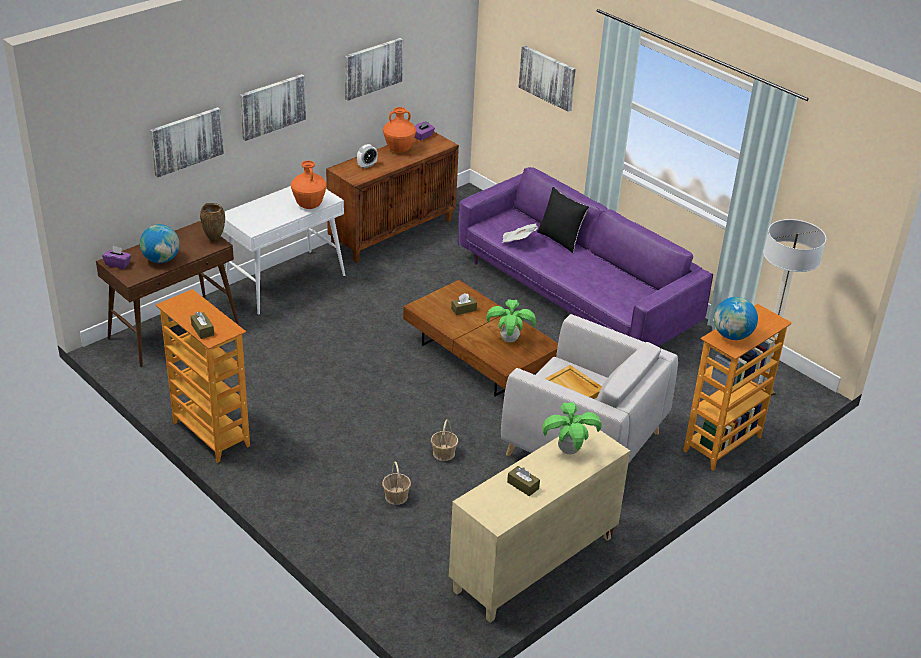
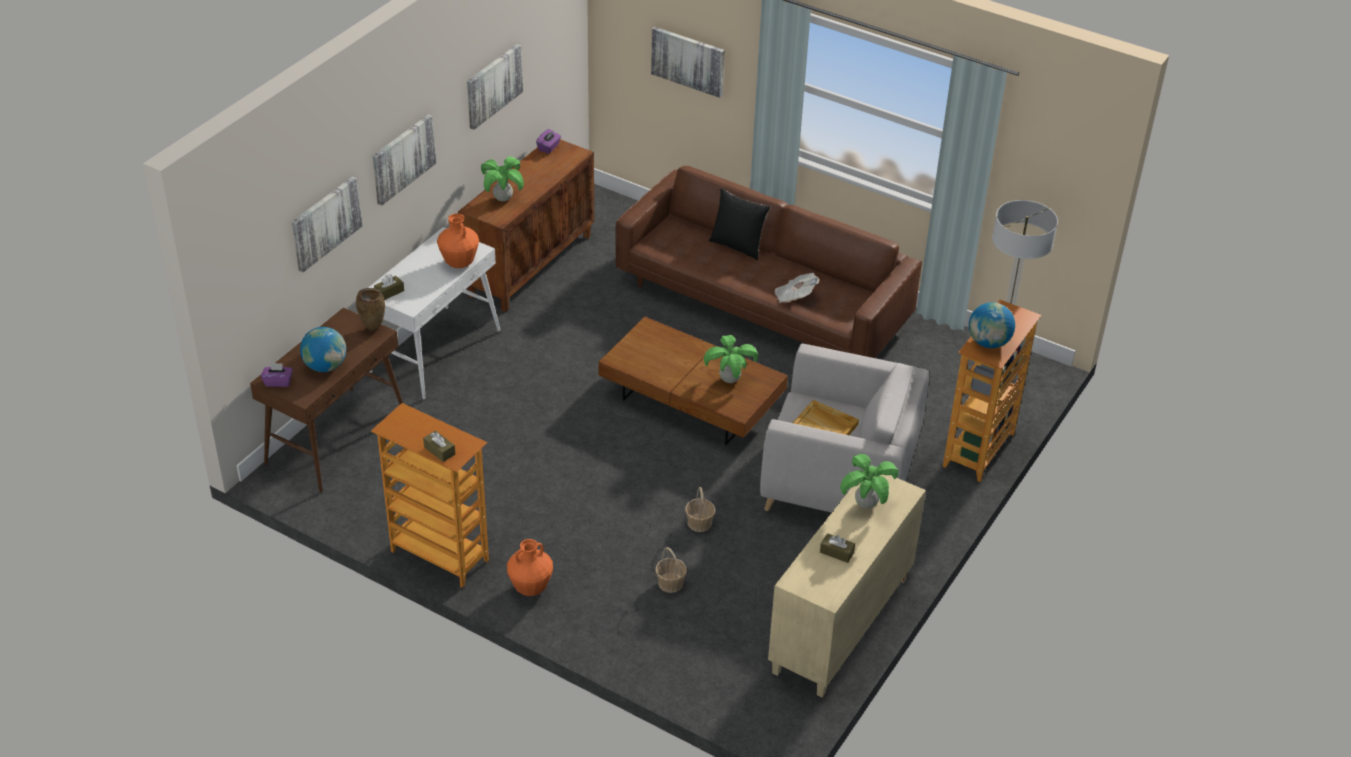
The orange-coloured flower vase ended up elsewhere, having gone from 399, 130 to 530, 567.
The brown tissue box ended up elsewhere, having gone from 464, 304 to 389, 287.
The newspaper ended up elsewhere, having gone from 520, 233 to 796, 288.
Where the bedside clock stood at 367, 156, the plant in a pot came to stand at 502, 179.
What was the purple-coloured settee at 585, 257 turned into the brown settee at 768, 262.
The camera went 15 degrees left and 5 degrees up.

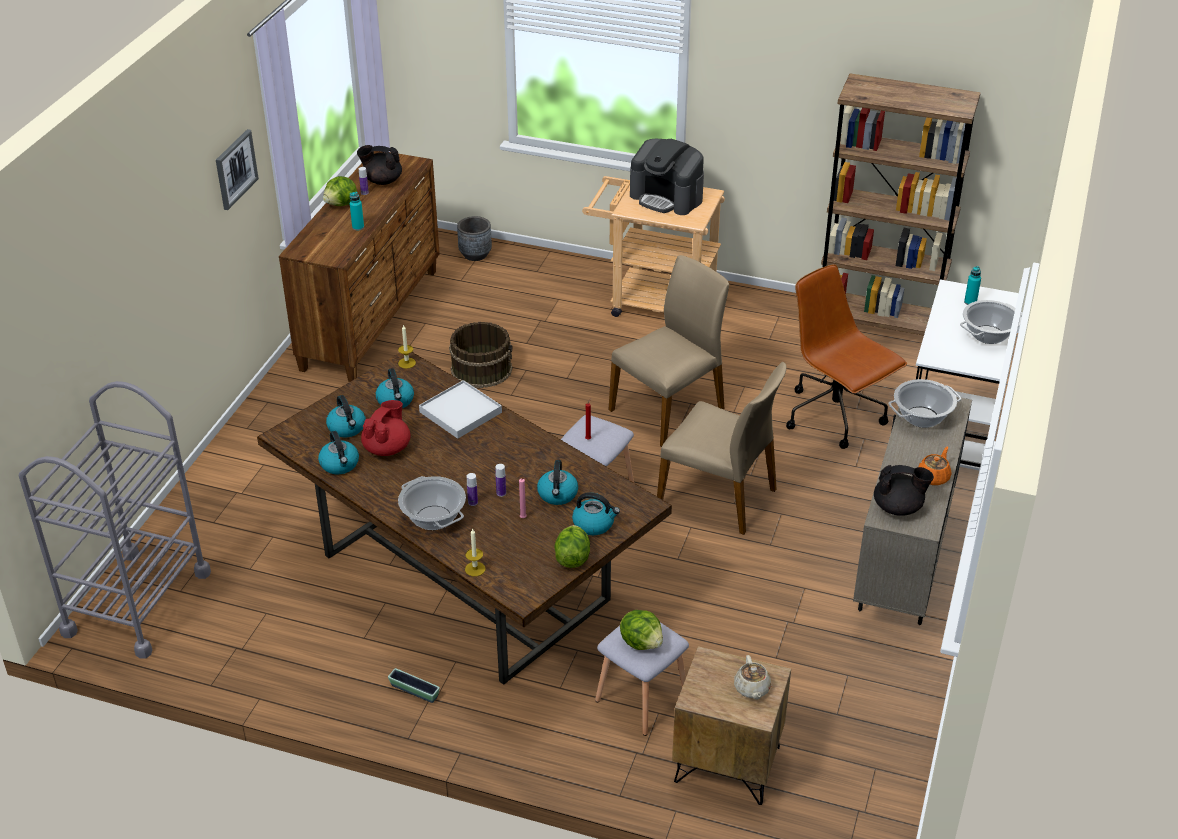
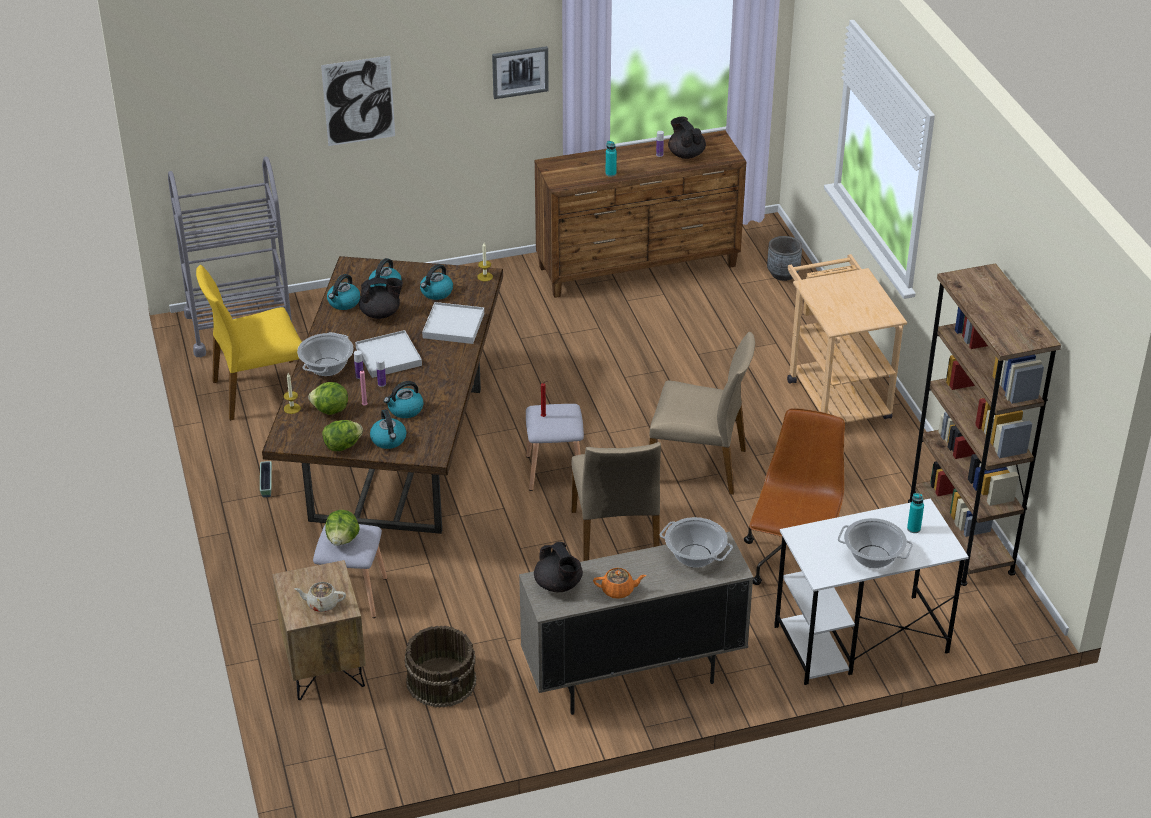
The second view lost the coffee machine at 667, 177.
The second view gained the yellow plain chair at 249, 343.
The second view gained the wall art at 358, 101.
The second view gained the white carrying tray at 388, 354.
The head of lettuce ended up elsewhere, having gone from 340, 191 to 328, 398.
The brown pail ended up elsewhere, having gone from 481, 355 to 440, 667.
What was the red teapot at 385, 428 turned into the black teapot at 381, 298.
The beige-coloured teapot at 752, 677 ended up facing another way, 45 degrees clockwise from before.
The camera went 55 degrees right and 0 degrees up.

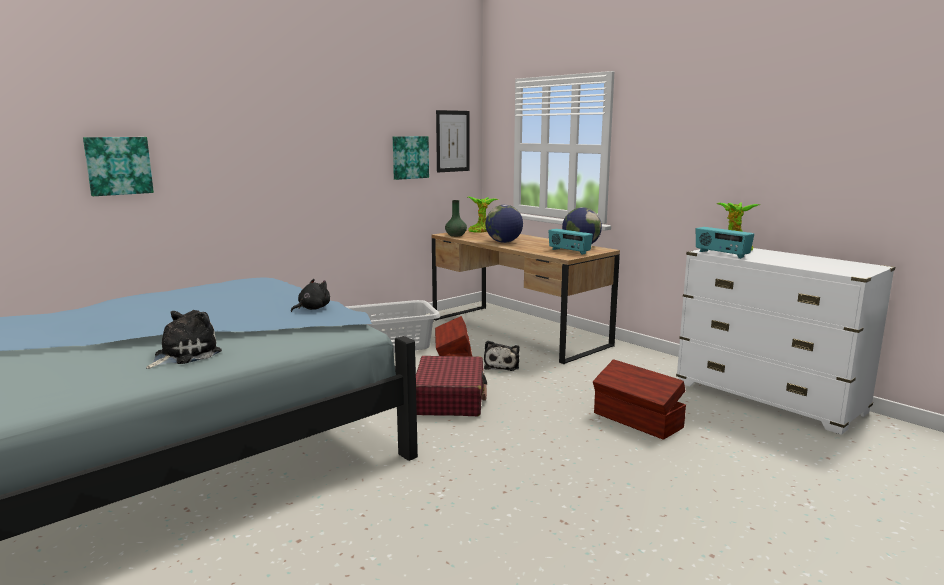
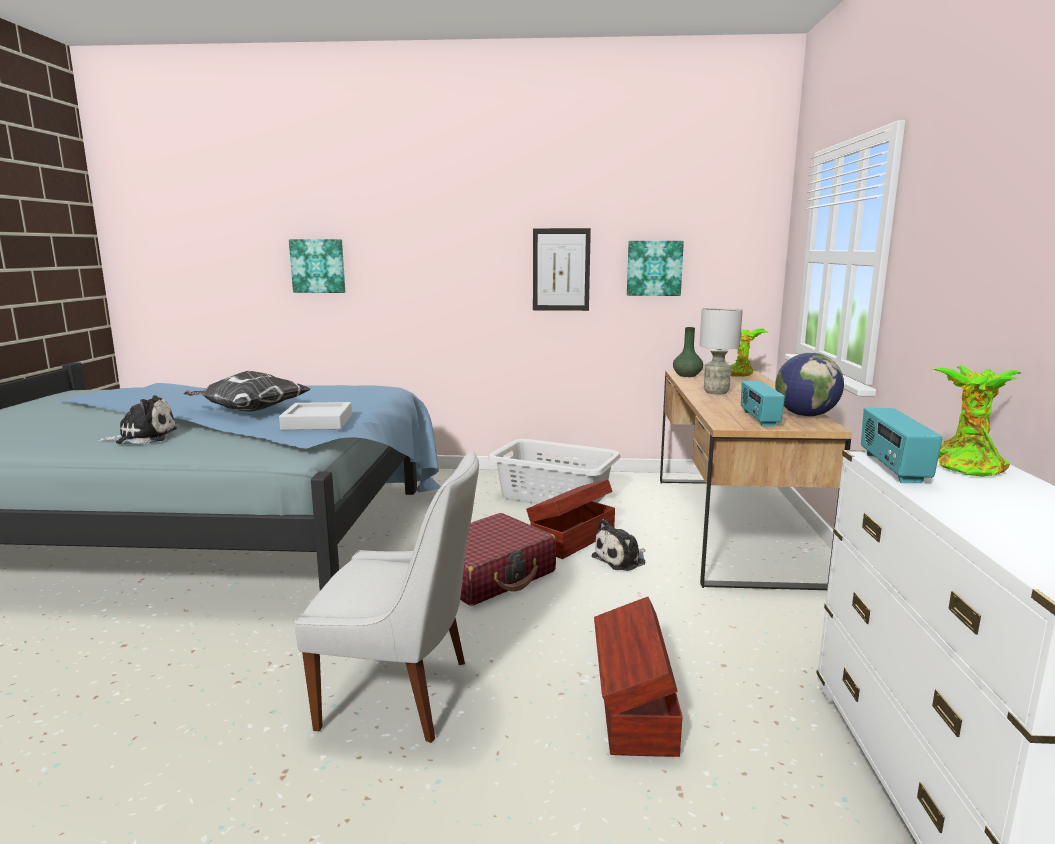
The second view gained the throw pillow at 247, 391.
The second view gained the white plain chair at 386, 597.
The wall art ended up elsewhere, having gone from 452, 141 to 562, 269.
Where the black soft toy stood at 310, 295, the grey carrying tray came to stand at 315, 416.
Where the world globe stood at 504, 224, the grey lamp for a table came to stand at 721, 351.
The camera went 45 degrees right and 0 degrees up.

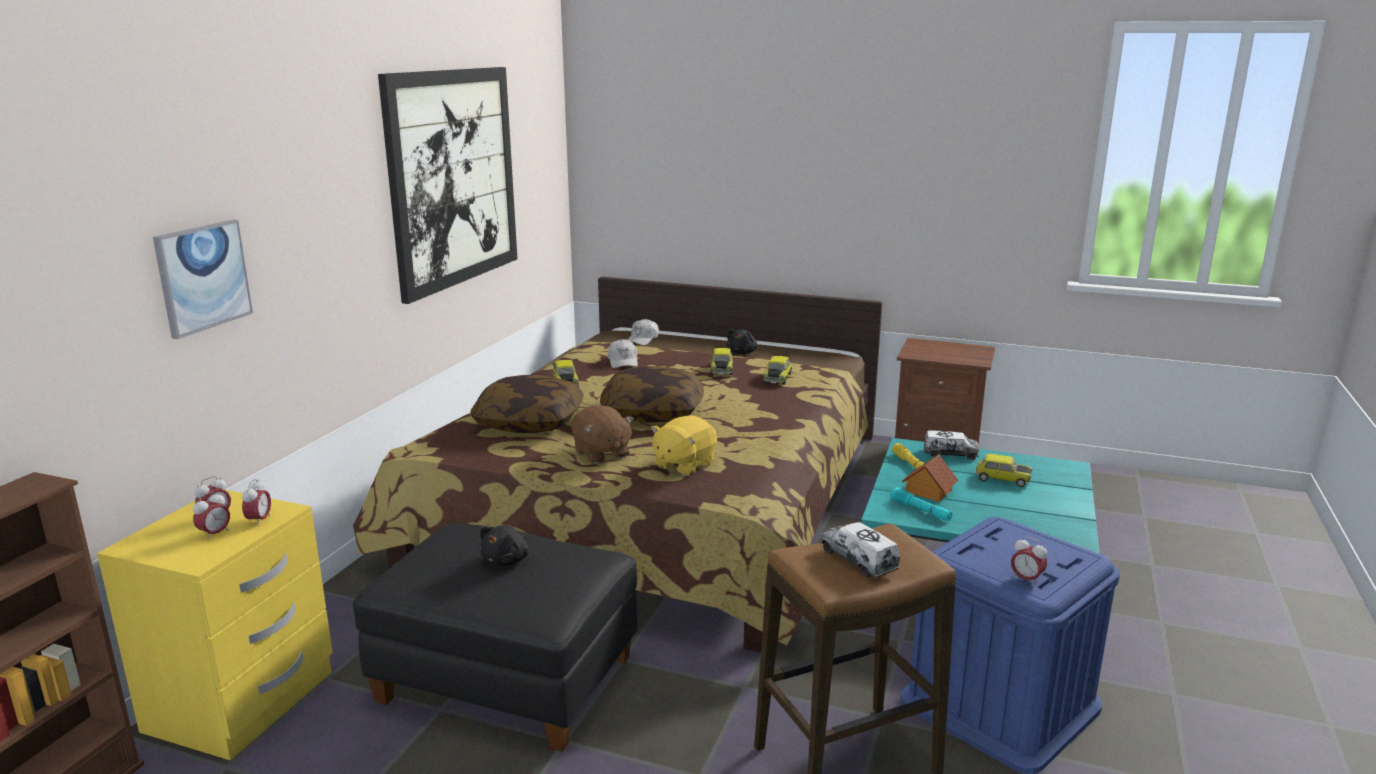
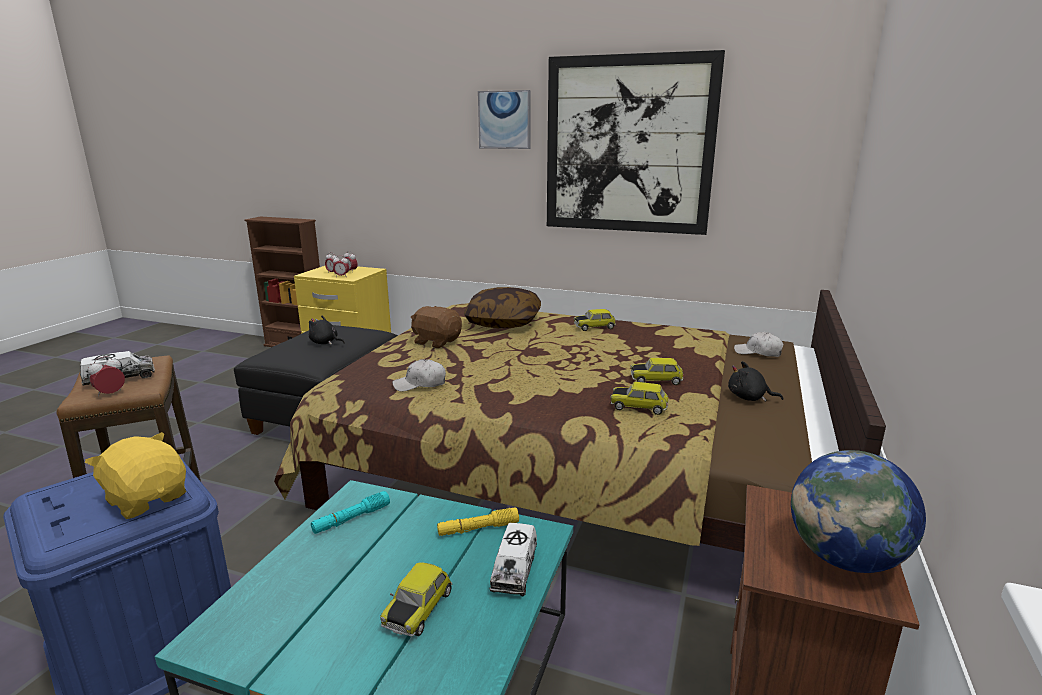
The second view lost the throw pillow at 652, 394.
The second view lost the miniature house at 930, 478.
The second view gained the world globe at 858, 511.
The wall art ended up elsewhere, having gone from 203, 279 to 504, 119.
The white baseball cap ended up elsewhere, having gone from 623, 353 to 419, 375.
The yellow soft toy ended up elsewhere, having gone from 684, 445 to 135, 475.
The bedside clock ended up elsewhere, having gone from 1029, 561 to 106, 376.
The brown soft toy at 602, 434 ended up facing another way, 60 degrees clockwise from before.
The camera went 90 degrees right and 0 degrees up.

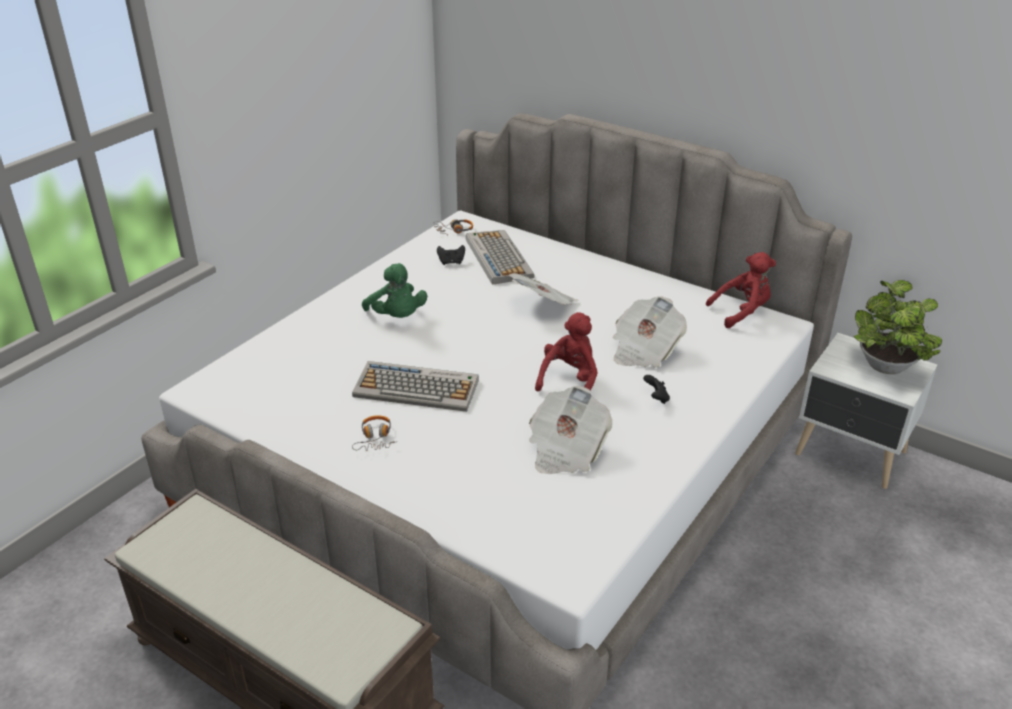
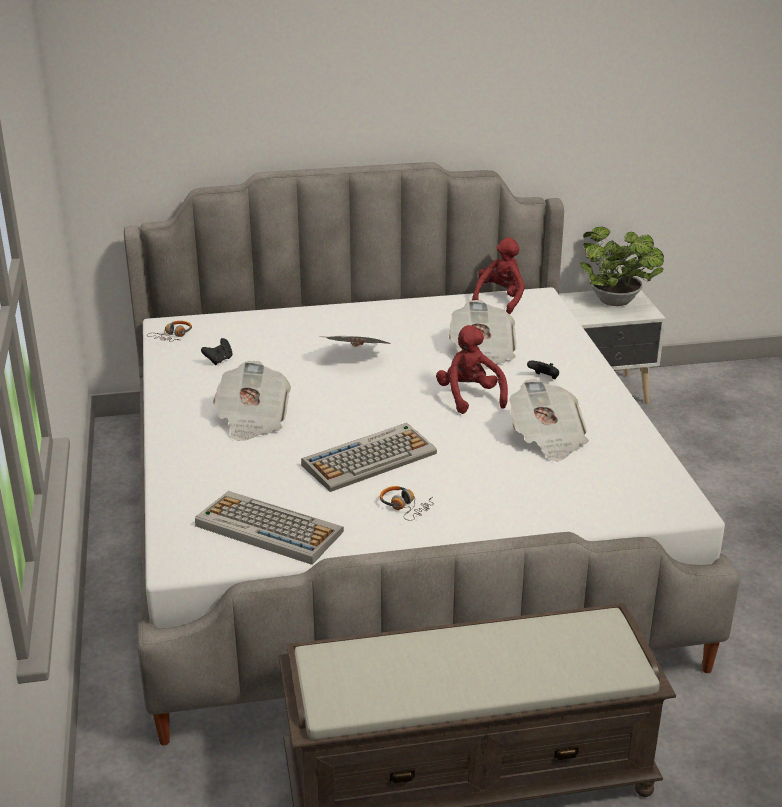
The PC keyboard ended up elsewhere, having gone from 500, 257 to 269, 528.
Where the green soft toy stood at 394, 290, the newspaper came to stand at 252, 401.
The camera went 45 degrees left and 5 degrees down.

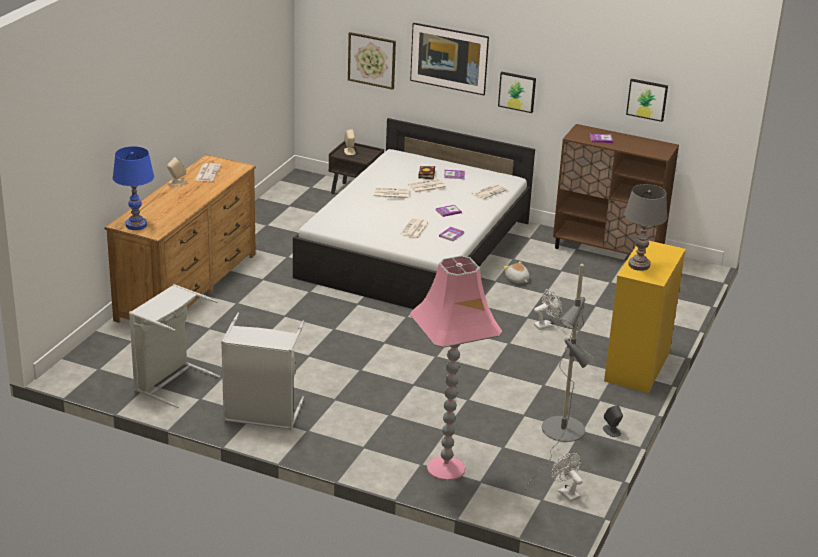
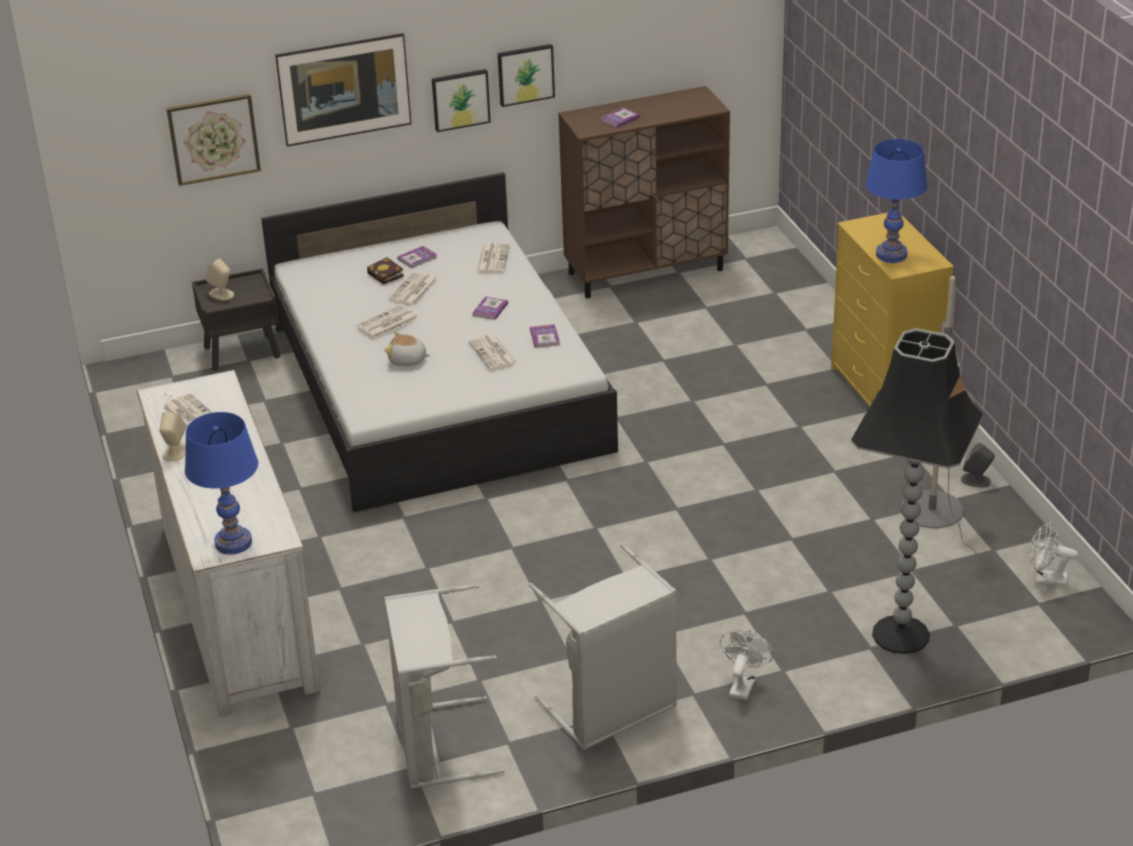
The soft toy ended up elsewhere, having gone from 516, 272 to 407, 348.
The white cooling fan ended up elsewhere, having gone from 548, 309 to 746, 664.
The wall art ended up elsewhere, having gone from 647, 100 to 526, 75.
What was the brown chest of drawers at 180, 238 turned into the white chest of drawers at 228, 543.
What was the pink-coloured standing lamp at 456, 368 turned into the black standing lamp at 917, 491.
What was the grey lamp for a table at 645, 227 turned into the blue lamp for a table at 896, 201.
The camera went 40 degrees left and 5 degrees up.

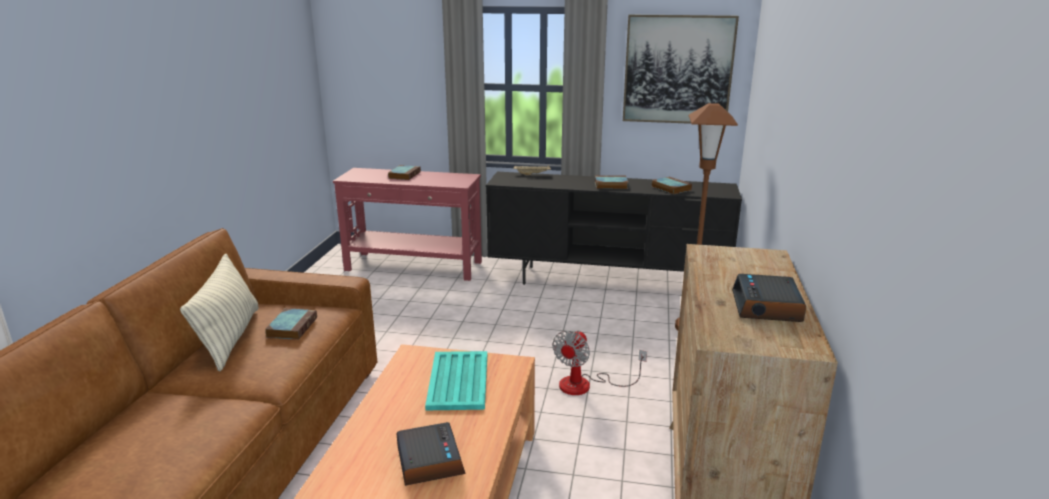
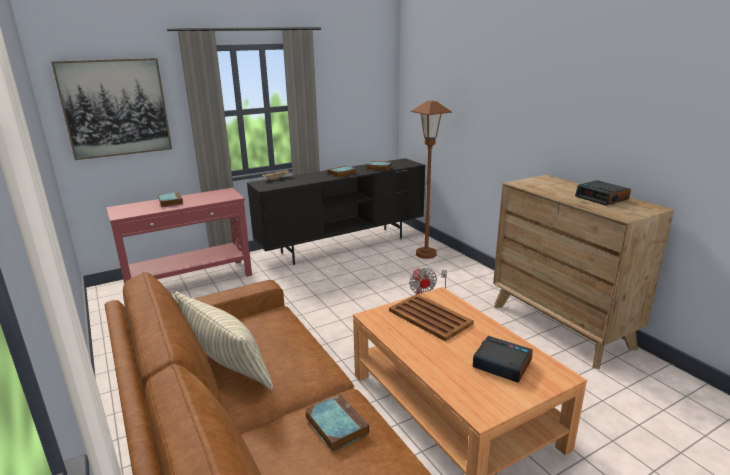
The volume ended up elsewhere, having gone from 291, 324 to 337, 423.
The wall art ended up elsewhere, having gone from 681, 69 to 111, 109.
What was the turquoise-coloured carrying tray at 456, 380 turned into the brown carrying tray at 431, 317.
The camera went 40 degrees left and 0 degrees up.

